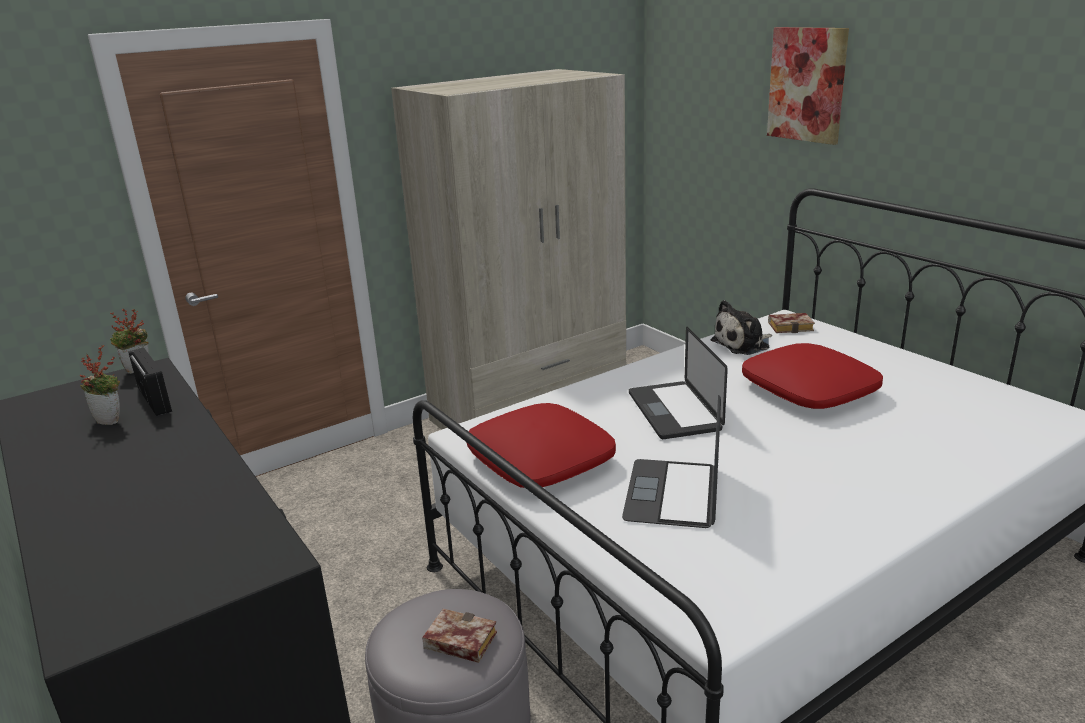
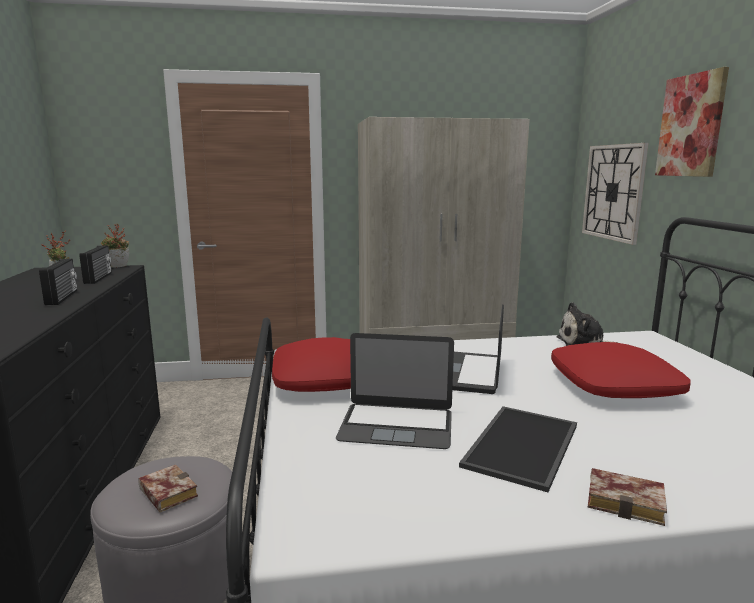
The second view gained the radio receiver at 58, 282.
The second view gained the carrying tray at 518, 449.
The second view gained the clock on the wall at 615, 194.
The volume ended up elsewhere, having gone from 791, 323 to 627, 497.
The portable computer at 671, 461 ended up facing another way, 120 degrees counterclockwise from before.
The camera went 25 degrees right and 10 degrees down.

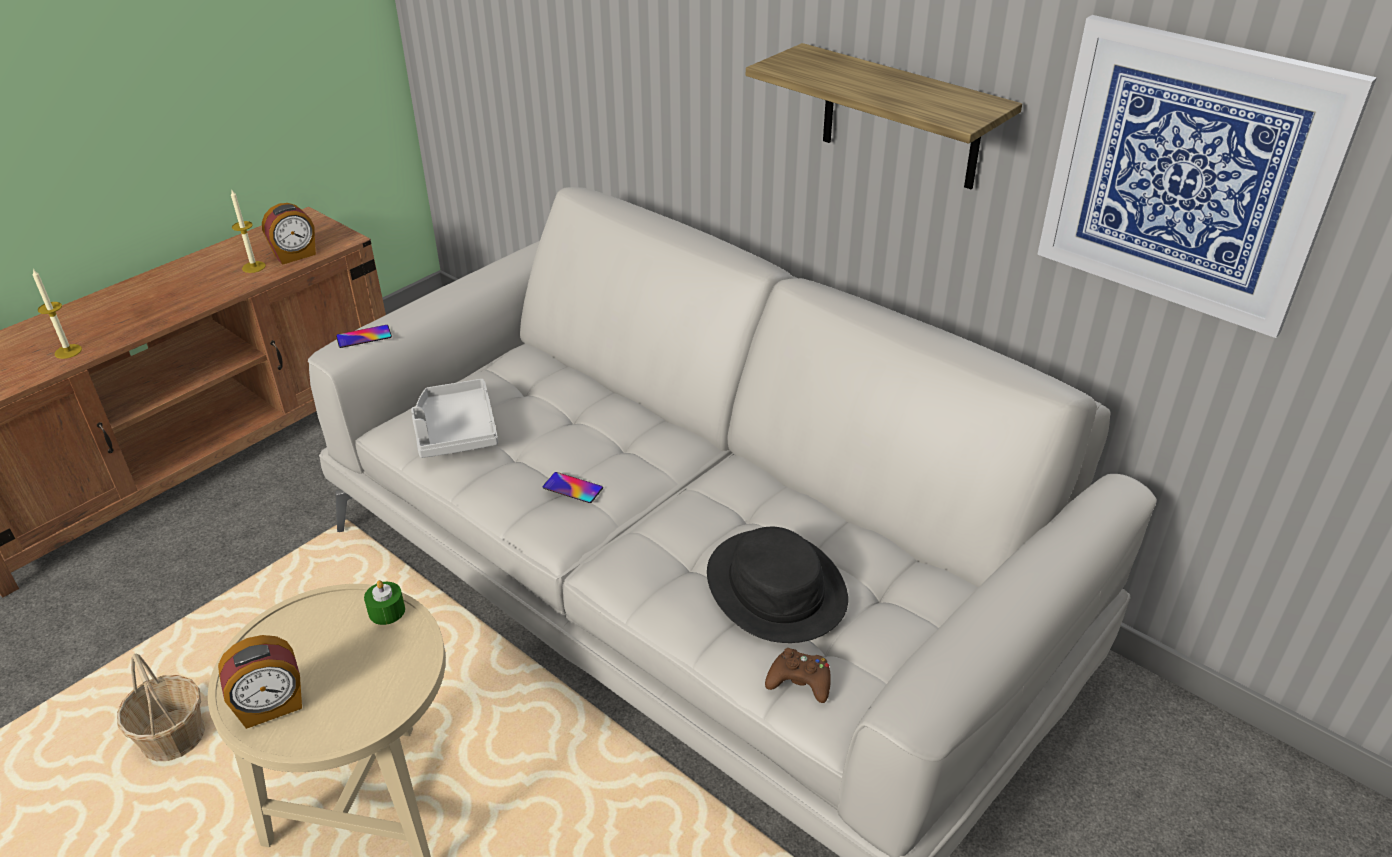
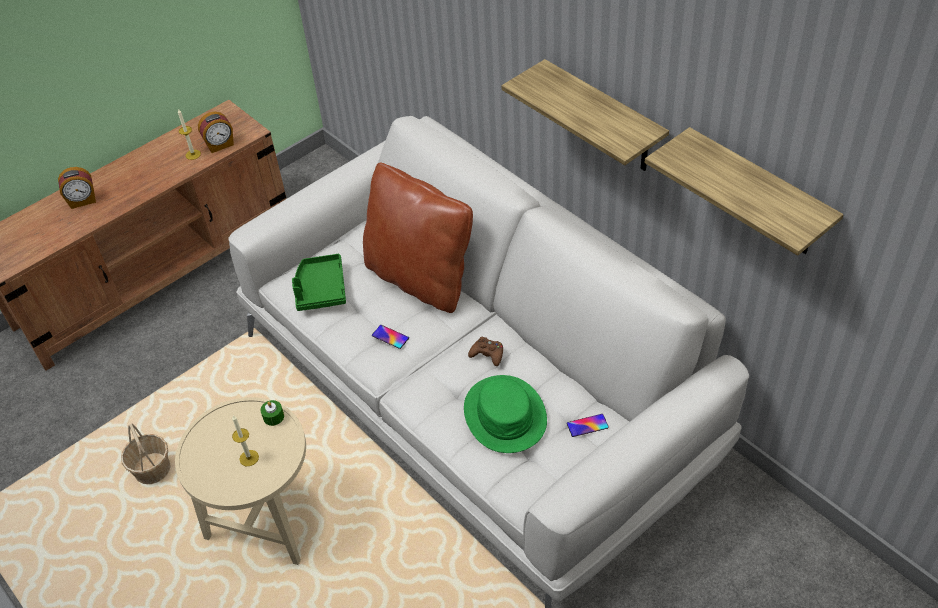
The second view gained the brown throw pillow at 418, 238.
The candle ended up elsewhere, having gone from 57, 314 to 245, 440.
The bedside clock ended up elsewhere, having gone from 260, 682 to 77, 188.
The telephone ended up elsewhere, having gone from 364, 336 to 588, 425.
The brown gamepad ended up elsewhere, having gone from 798, 675 to 485, 351.
Where the wall art hung at 1207, 176, the bracket shelf came to hang at 743, 191.
What was the grey carrying tray at 454, 418 turned into the green carrying tray at 319, 282.
What was the black wearable hat at 777, 585 turned into the green wearable hat at 505, 414.
The camera went 10 degrees right and 10 degrees up.

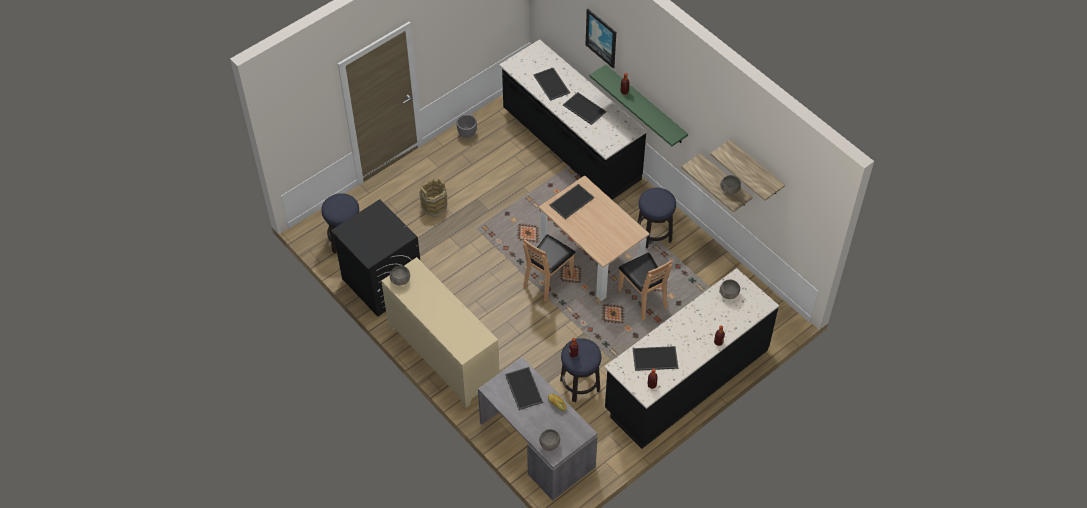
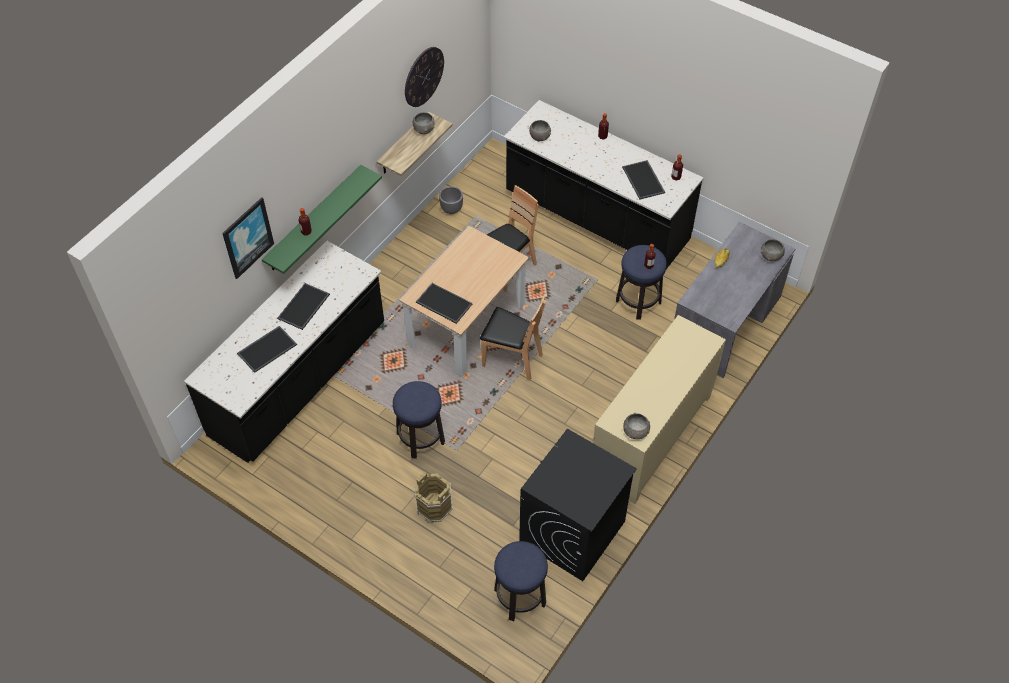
The second view lost the carrying tray at 524, 388.
The grey flower pot ended up elsewhere, having gone from 467, 126 to 451, 200.
The sitting stool ended up elsewhere, having gone from 657, 218 to 419, 420.
Where the bracket shelf hung at 747, 170, the clock on the wall came to hang at 424, 77.
The camera went 105 degrees left and 0 degrees up.

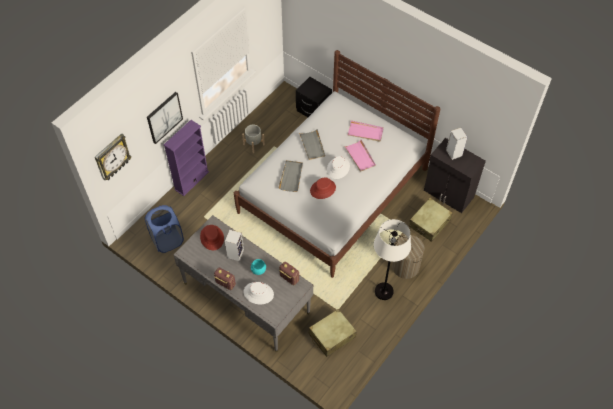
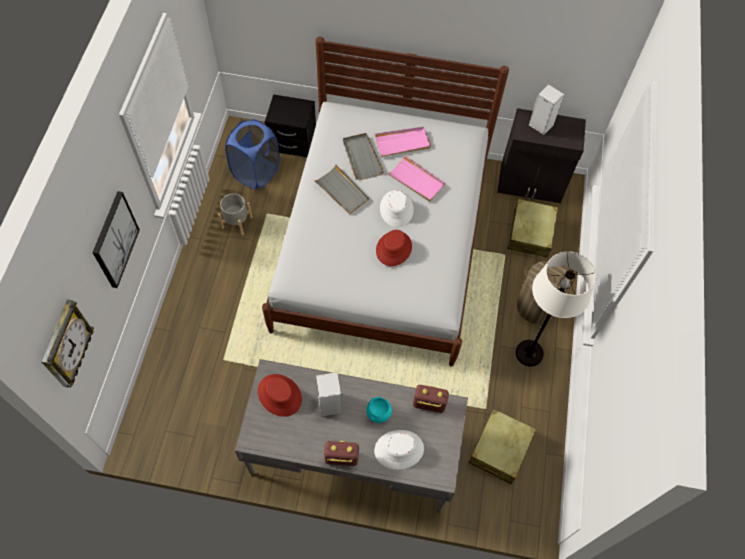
The second view lost the purple-coloured bookshelf at 186, 158.
The blue washing basket ended up elsewhere, having gone from 164, 229 to 252, 154.
The grey carrying tray ended up elsewhere, having gone from 290, 176 to 363, 156.
The camera went 30 degrees left and 5 degrees up.

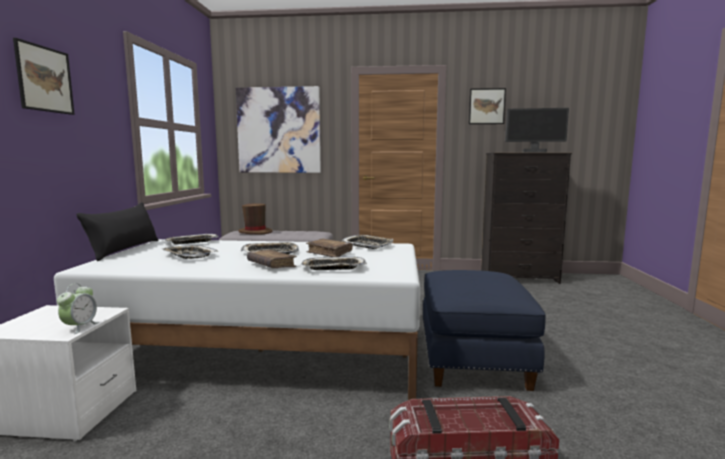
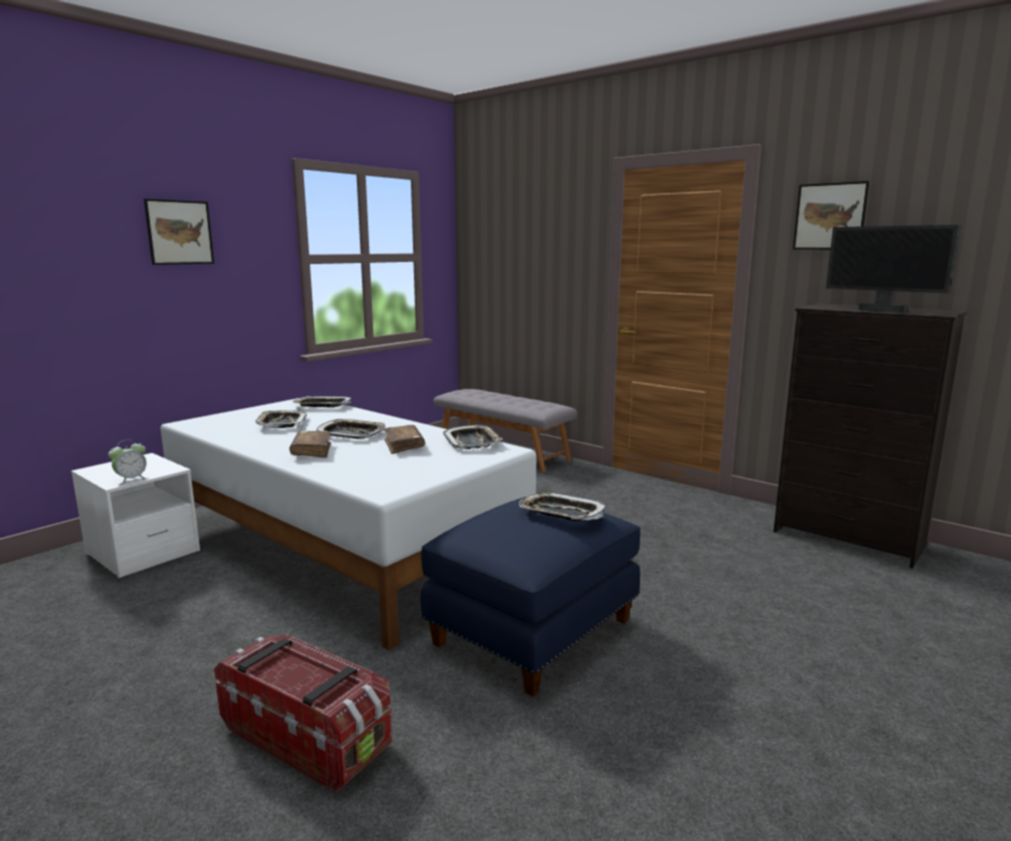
The second view lost the black throw pillow at 117, 231.
The second view lost the wall art at 278, 129.
The second view lost the brown wearable hat at 256, 219.
The carrying tray ended up elsewhere, having gone from 334, 263 to 562, 507.
The camera went 35 degrees right and 5 degrees up.

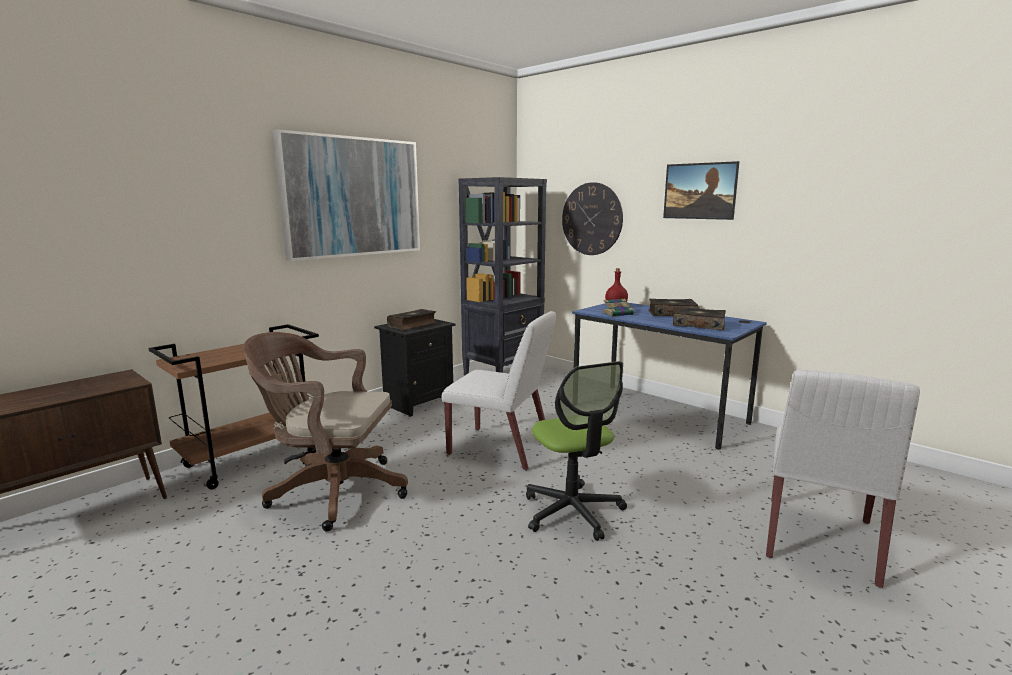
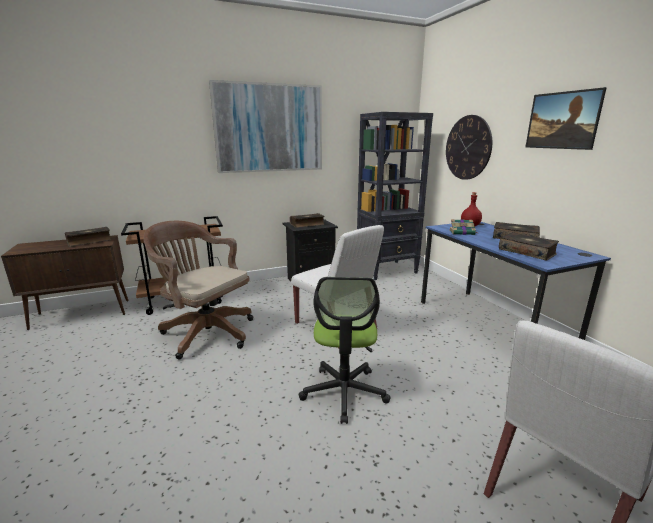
The second view gained the volume at 88, 237.
The camera went 25 degrees right and 5 degrees up.

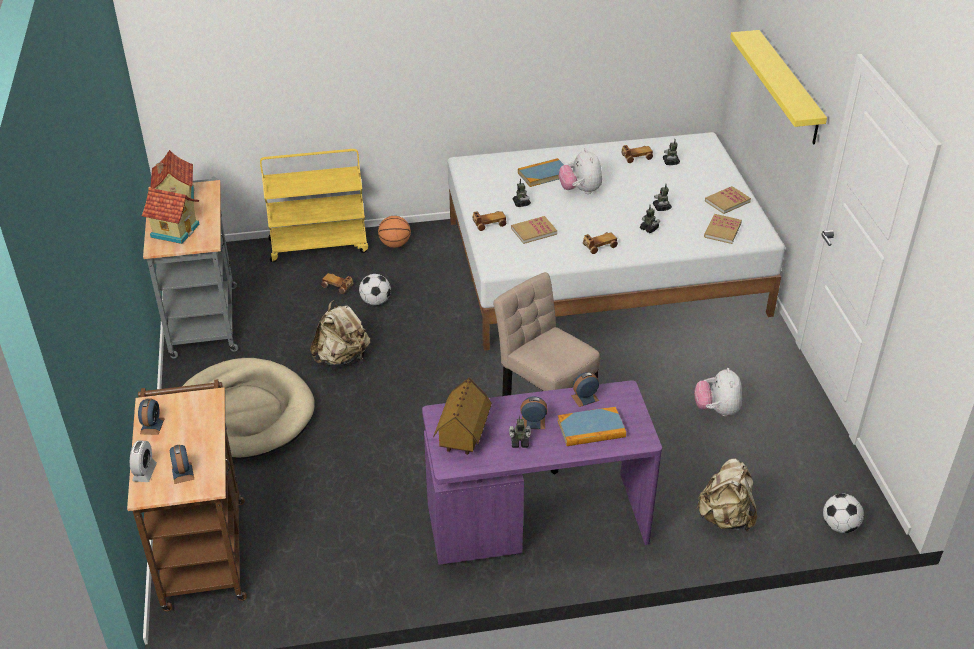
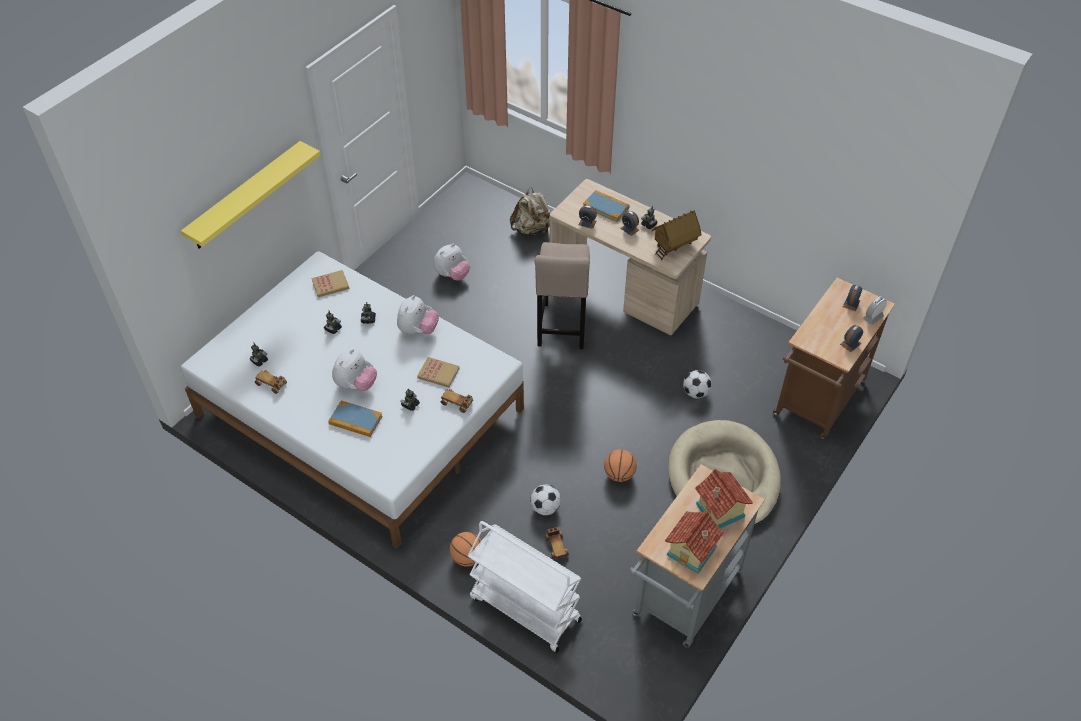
The second view lost the volume at 728, 200.
The football ended up elsewhere, having gone from 843, 513 to 697, 384.
Where the beige-coloured backpack stood at 340, 333, the ball for basketball came to stand at 620, 465.
Where the toy car stood at 600, 243, the soft toy came to stand at 418, 314.
What was the yellow trolley at 314, 205 turned into the white trolley at 525, 587.
What was the purple-coloured desk at 542, 472 turned into the beige-coloured desk at 630, 257.
The camera went 135 degrees left and 10 degrees up.

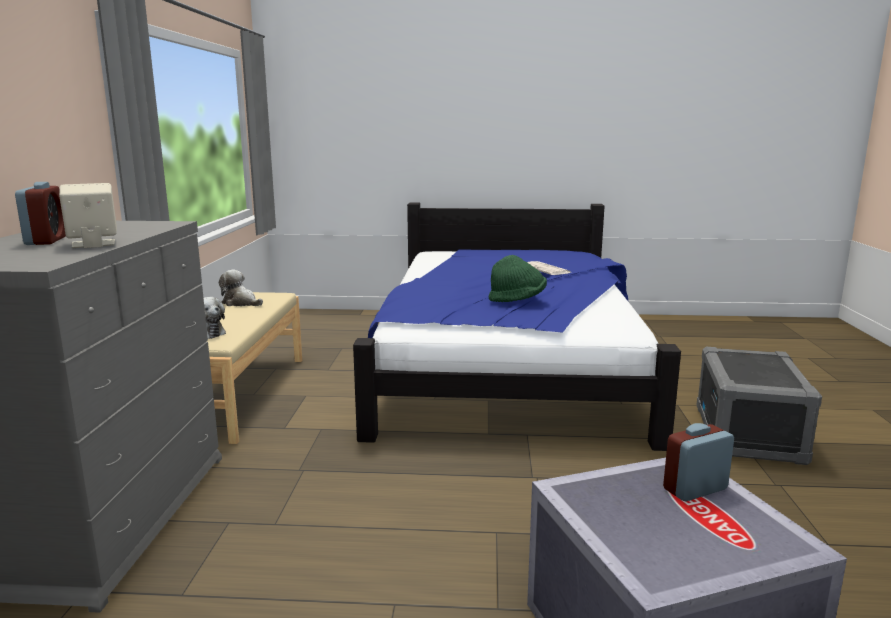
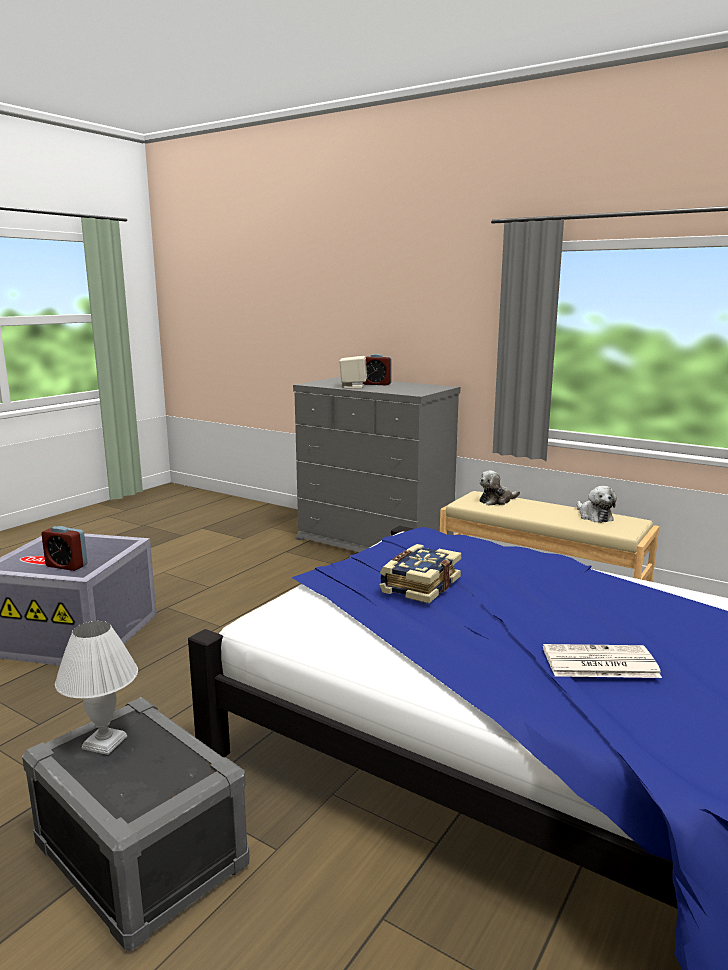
The second view gained the white lamp for a table at 96, 688.
Where the green wearable hat stood at 518, 278, the volume came to stand at 421, 573.
The soft toy at 241, 287 ended up facing another way, 105 degrees clockwise from before.
The bedside clock at 698, 462 ended up facing another way, 105 degrees clockwise from before.
The camera went 120 degrees right and 0 degrees up.

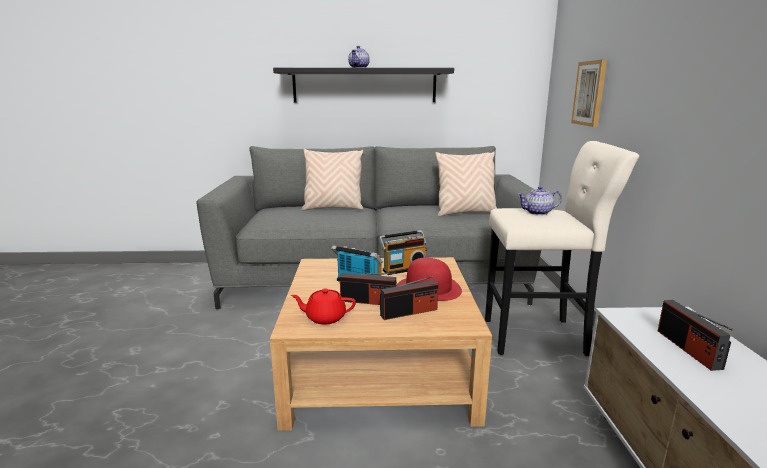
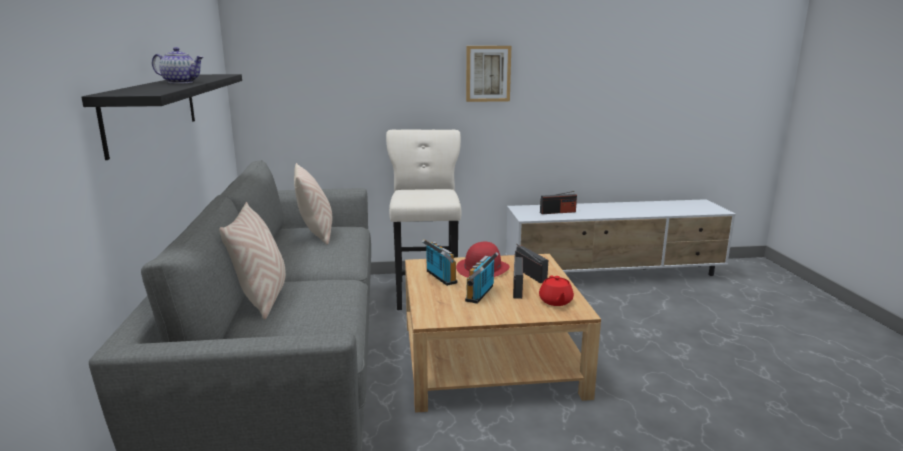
The second view lost the teapot at 540, 200.
The wall art ended up elsewhere, having gone from 589, 93 to 488, 74.
The camera went 95 degrees left and 0 degrees up.

